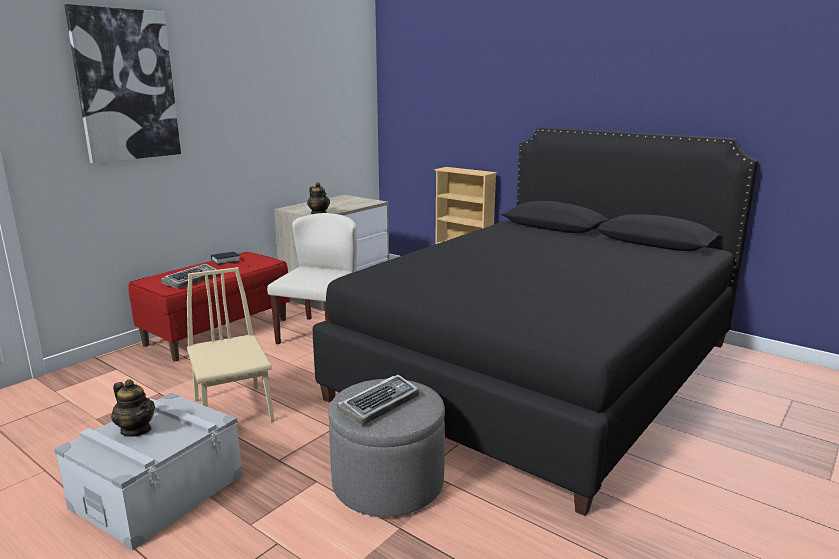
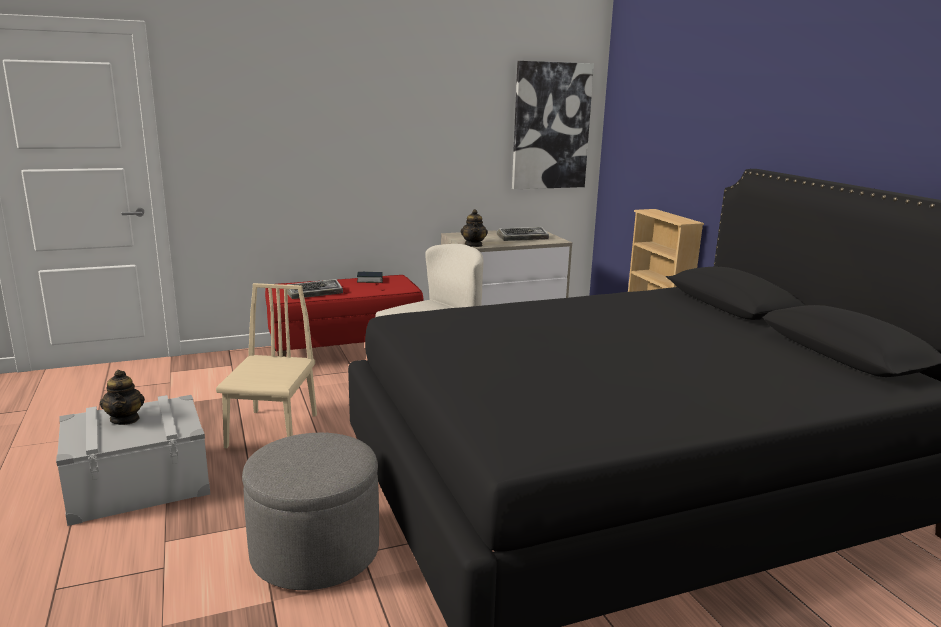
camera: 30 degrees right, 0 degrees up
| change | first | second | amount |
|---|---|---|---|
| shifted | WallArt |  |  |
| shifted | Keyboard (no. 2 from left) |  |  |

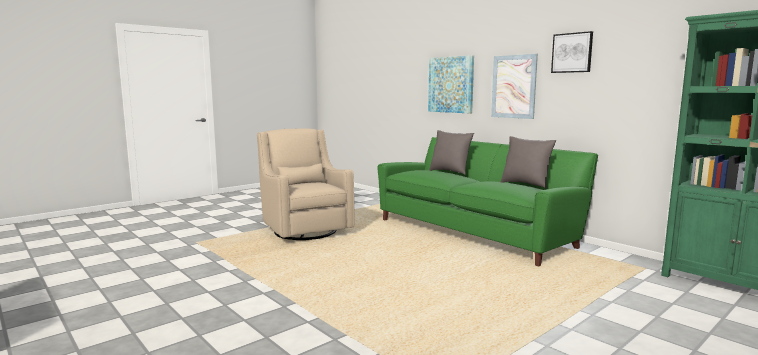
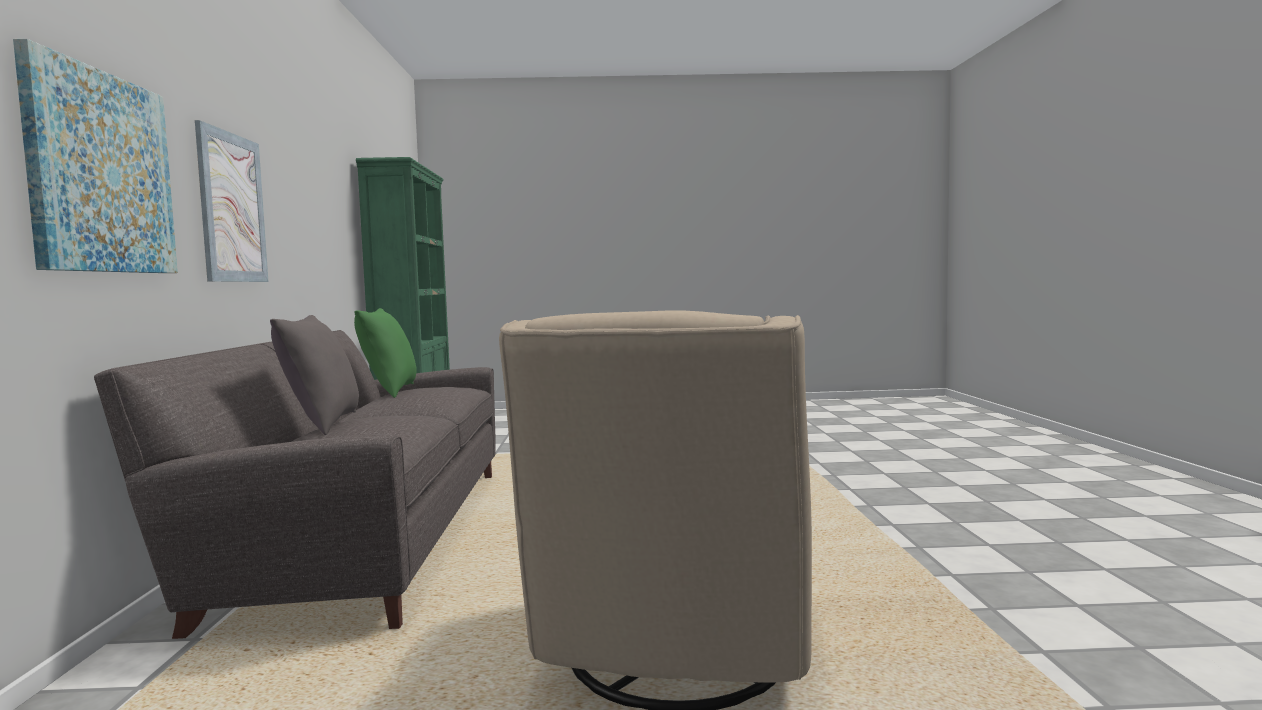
camera: 140 degrees left, 5 degrees down
| change | first | second | amount |
|---|---|---|---|
| gone | WallArt (no. 3 from left) |  |  |
| repainted | GreyCushion (no. 2 from left) | GreenishCushion |  |
| repainted | GreenishSofa | GreySofa |  |

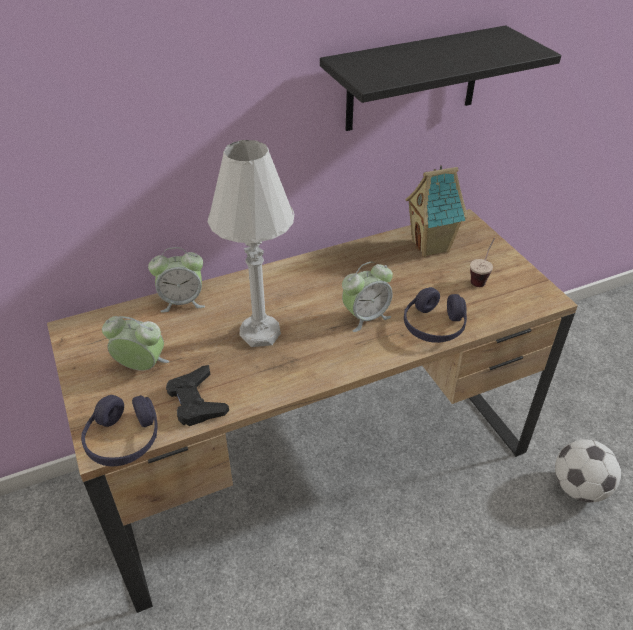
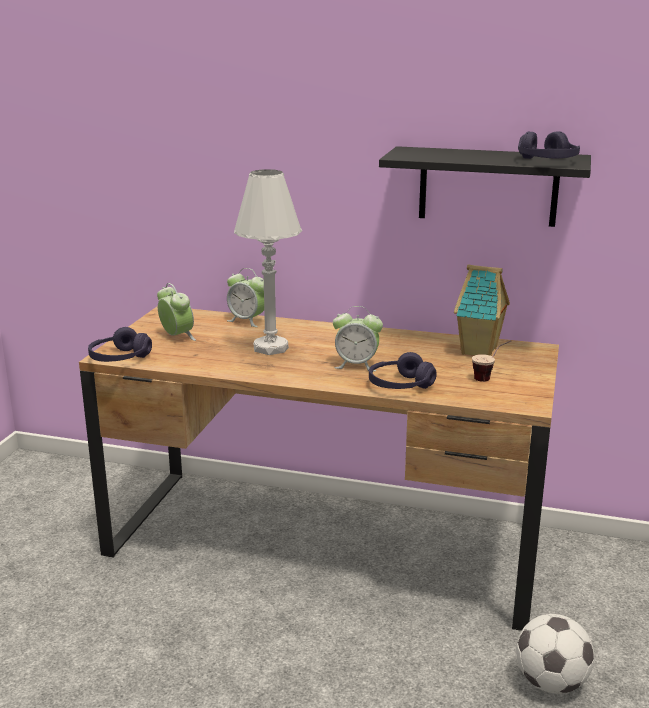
camera: 40 degrees right, 20 degrees down
| change | first | second | amount |
|---|---|---|---|
| gone | BlackColouredGamepad |  |  |
| new |  | PurplishHeadphones (no. 3 from left) |  |

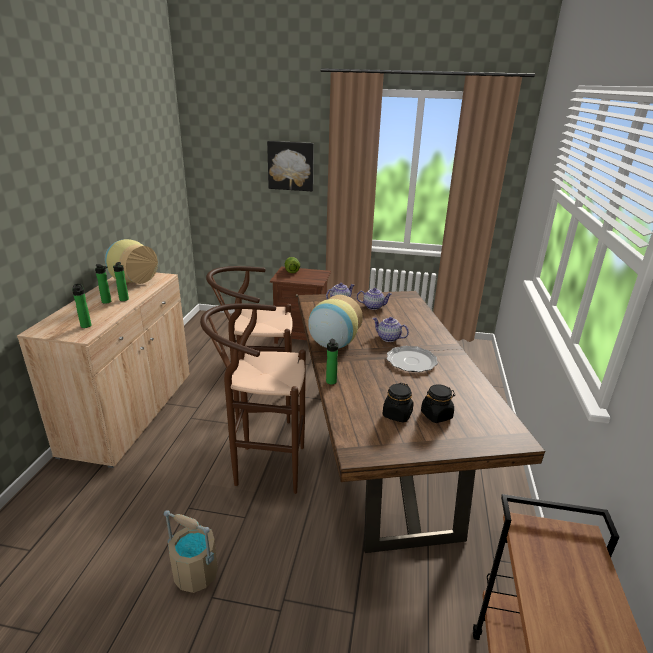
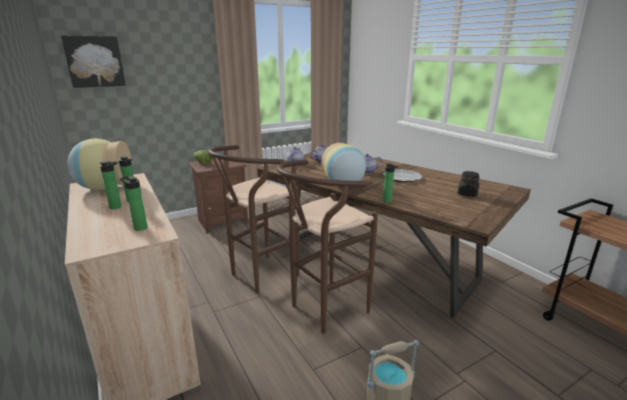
camera: 40 degrees left, 5 degrees down
| change | first | second | amount |
|---|---|---|---|
| shifted | WallArt |  |  |
| gone | BlackColouredJar (no. 1 from left) |  |  |

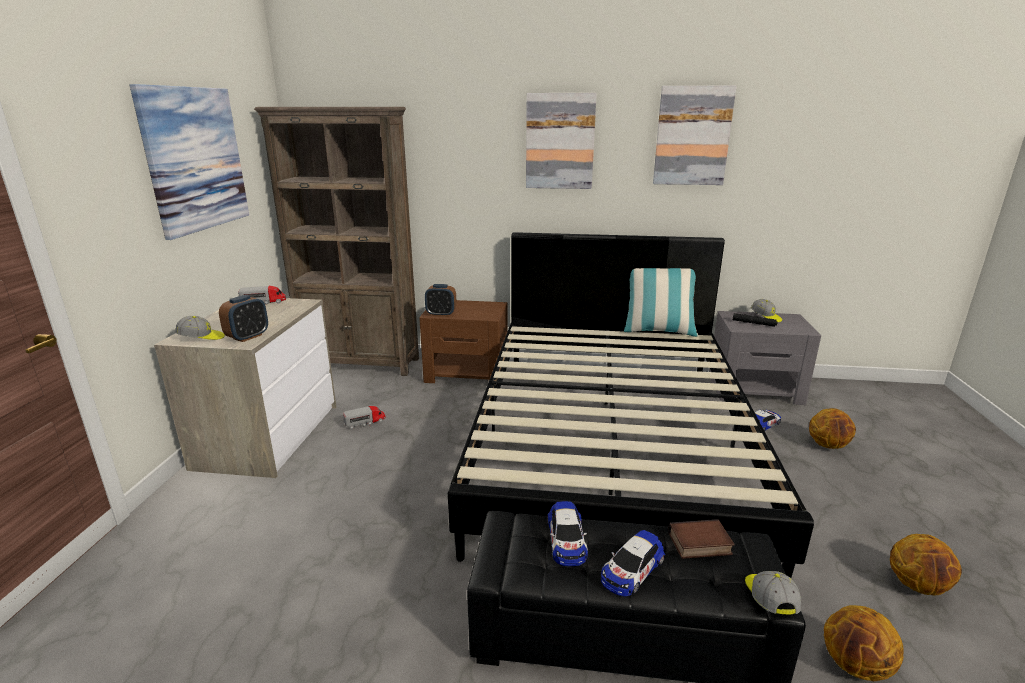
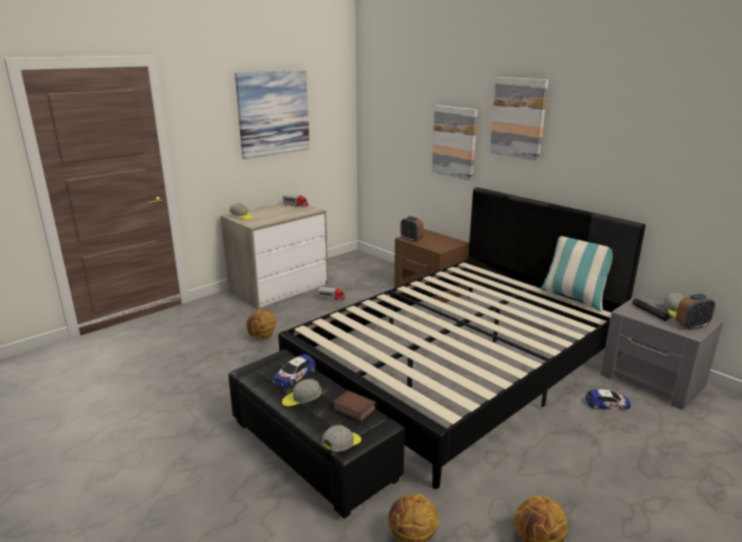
camera: 40 degrees right, 0 degrees up
| change | first | second | amount |
|---|---|---|---|
| shifted | WallArt (no. 3 from left in the first image) | WallArt (no. 2 from left) |  |
| gone | BrownishBookcase |  |  |
| shifted | TableClock (no. 1 from left in the first image) | TableClock (no. 2 from left) |  |
| shifted | Basketball (no. 1 from left) |  |  |
| swapped | ToyCar (no. 2 from left) | BaseballCap (no. 2 from left) |  |

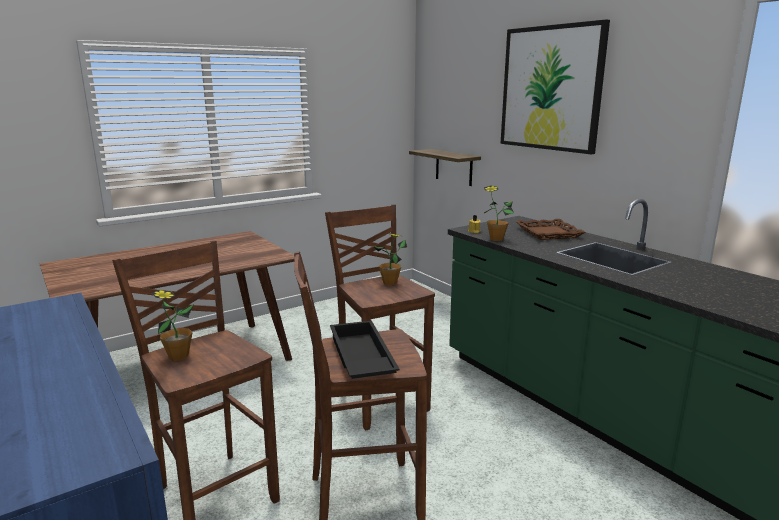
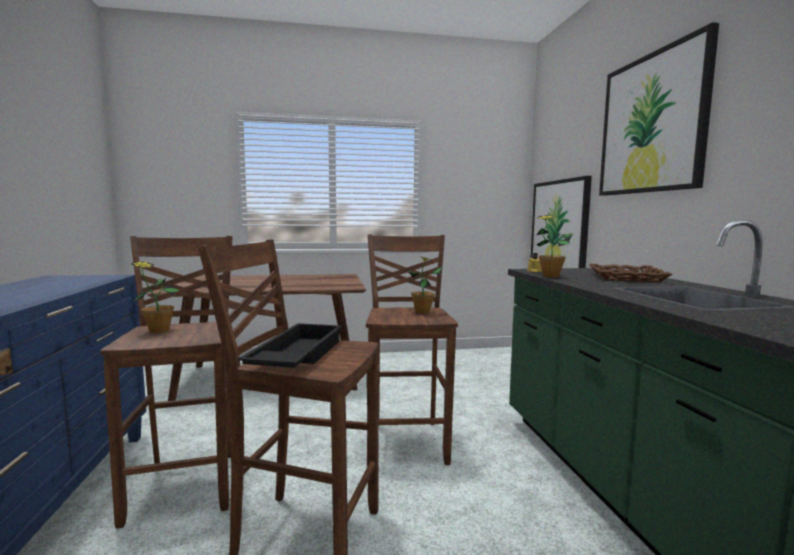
camera: 25 degrees right, 10 degrees down
| change | first | second | amount |
|---|---|---|---|
| swapped | BracketShelf | WallArt (no. 1 from left) |  |

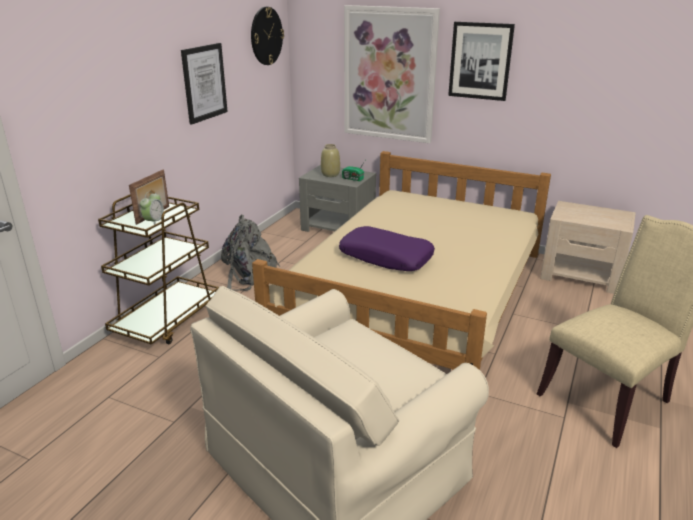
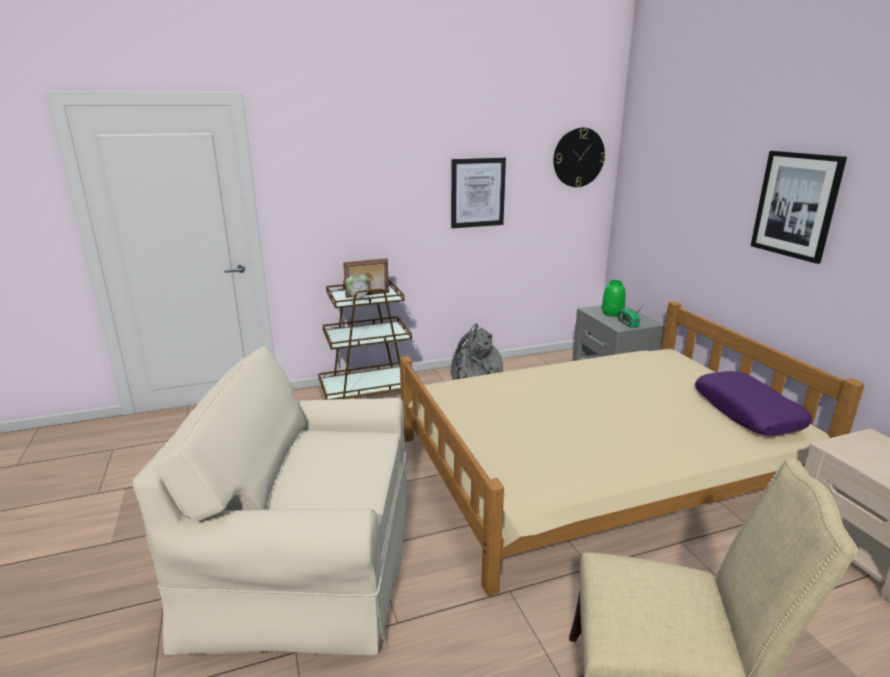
camera: 45 degrees right, 5 degrees down
| change | first | second | amount |
|---|---|---|---|
| gone | WallArt (no. 2 from left) |  |  |
| repainted | SandColouredVase | GreenishVase |  |
| shifted | PurplishCushion |  |  |

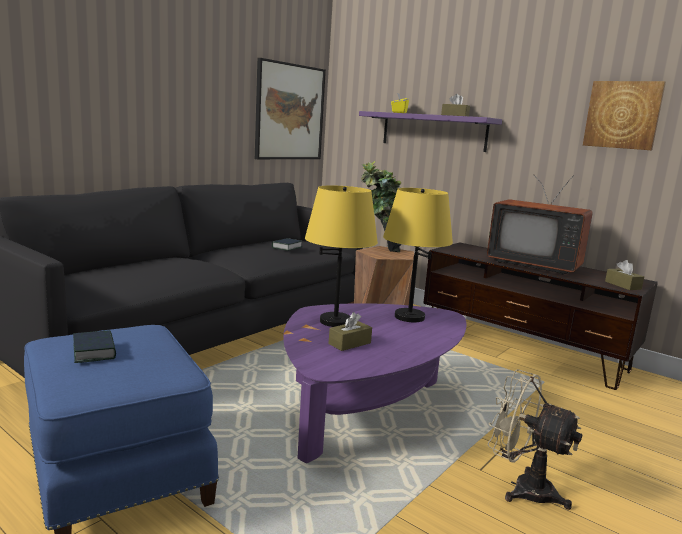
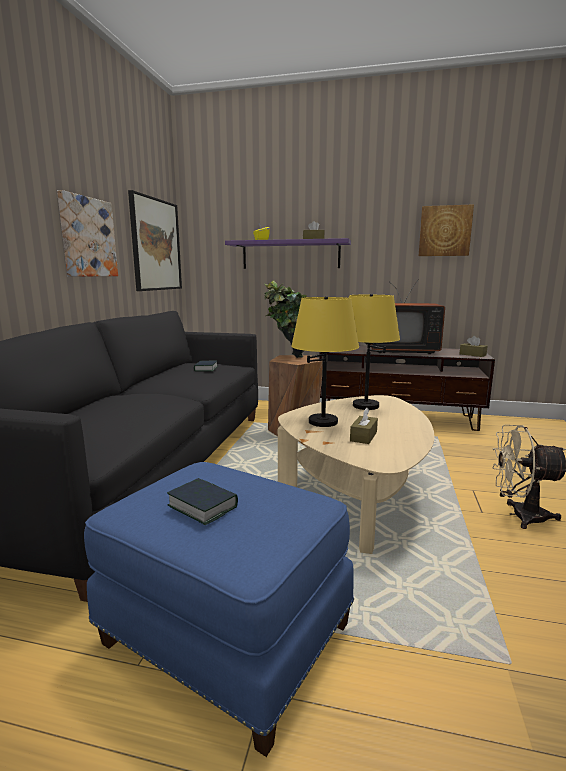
camera: 25 degrees left, 0 degrees up
| change | first | second | amount |
|---|---|---|---|
| repainted | PurplishCoffeeTable | SandColouredCoffeeTable |  |
| new |  | WallArt (no. 1 from left) |  |

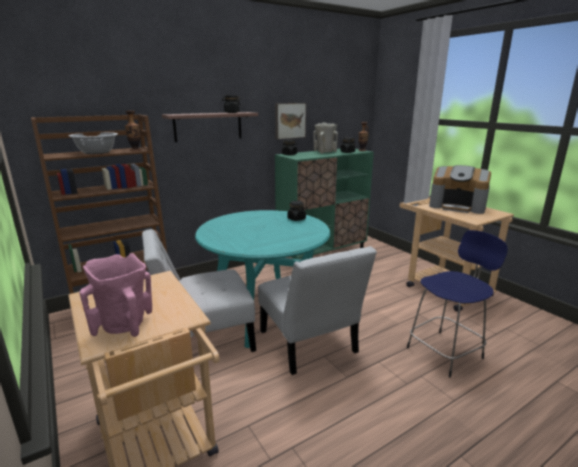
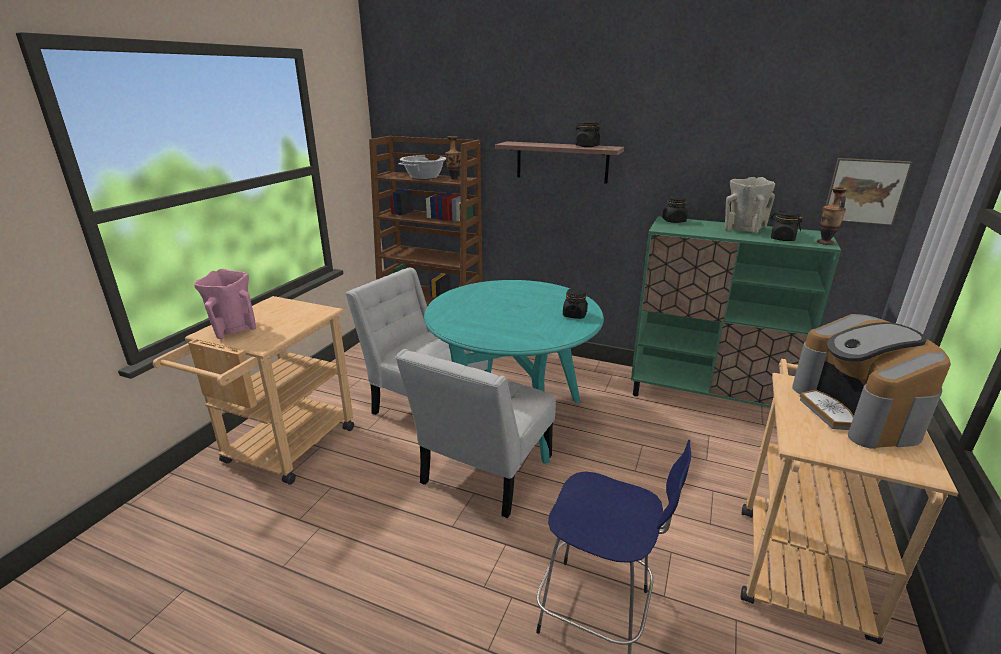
camera: 55 degrees right, 5 degrees up
| change | first | second | amount |
|---|---|---|---|
| shifted | WallArt |  |  |

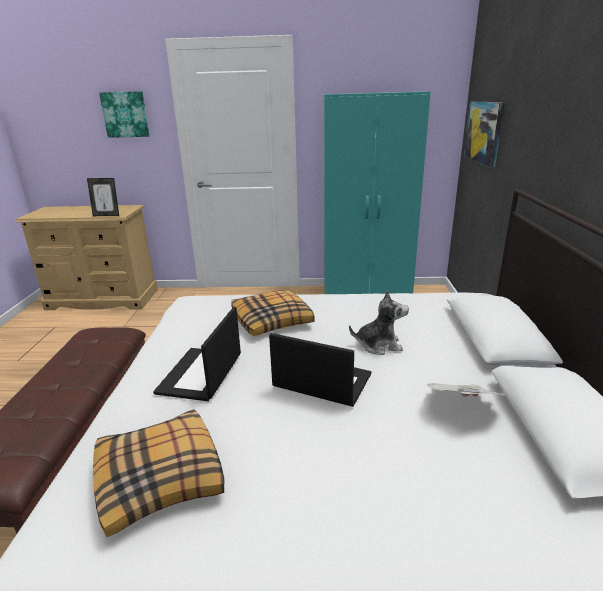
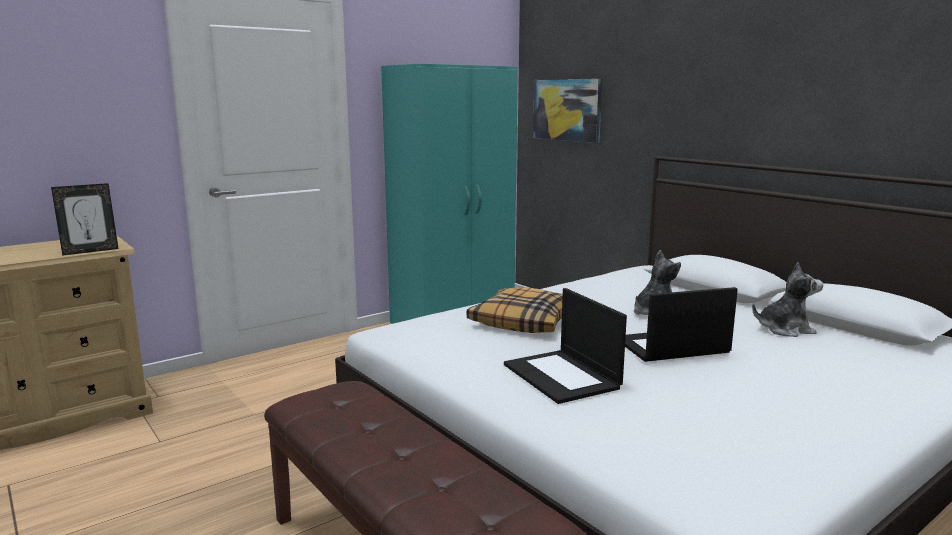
camera: 40 degrees left, 10 degrees down
| change | first | second | amount |
|---|---|---|---|
| gone | WallArt (no. 1 from left) |  |  |
| swapped | DailyPaper | PlushToy (no. 2 from left) |  |
| gone | Cushion (no. 1 from left) |  |  |

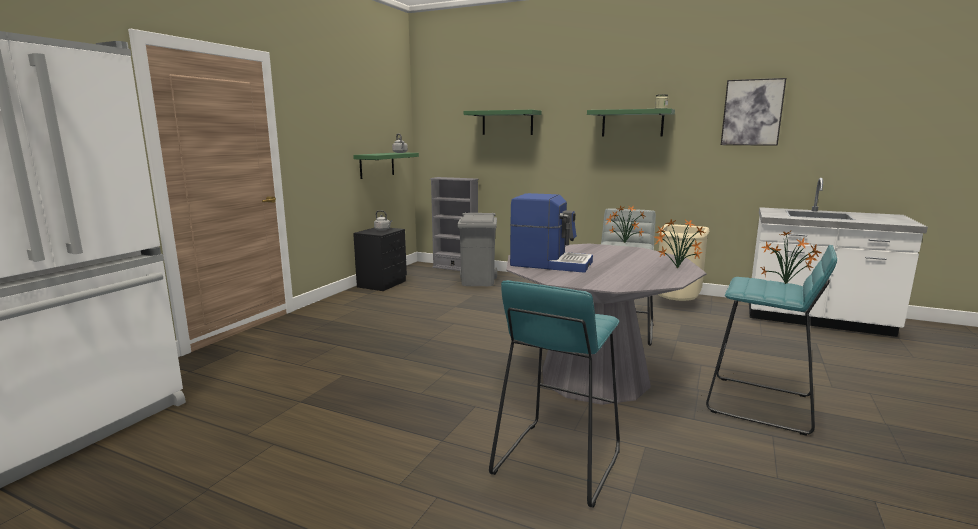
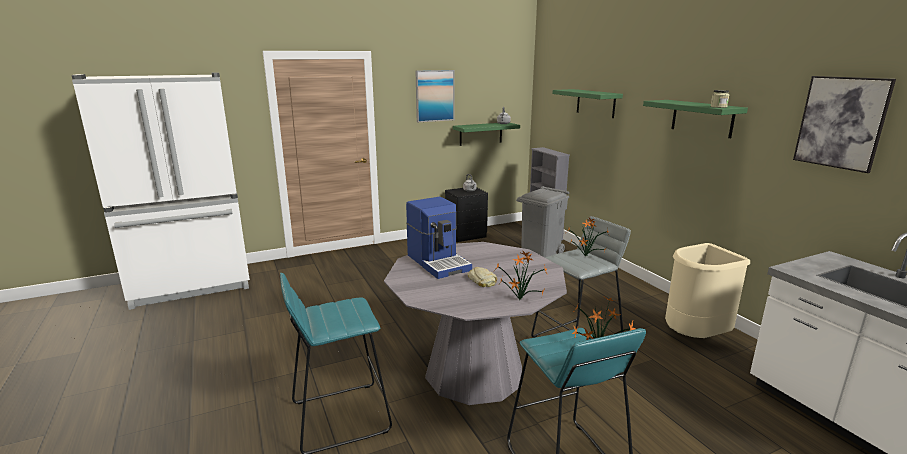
camera: 40 degrees right, 5 degrees up
| change | first | second | amount |
|---|---|---|---|
| new |  | WallArt (no. 1 from left) |  |
| new |  | BakedBread |  |

